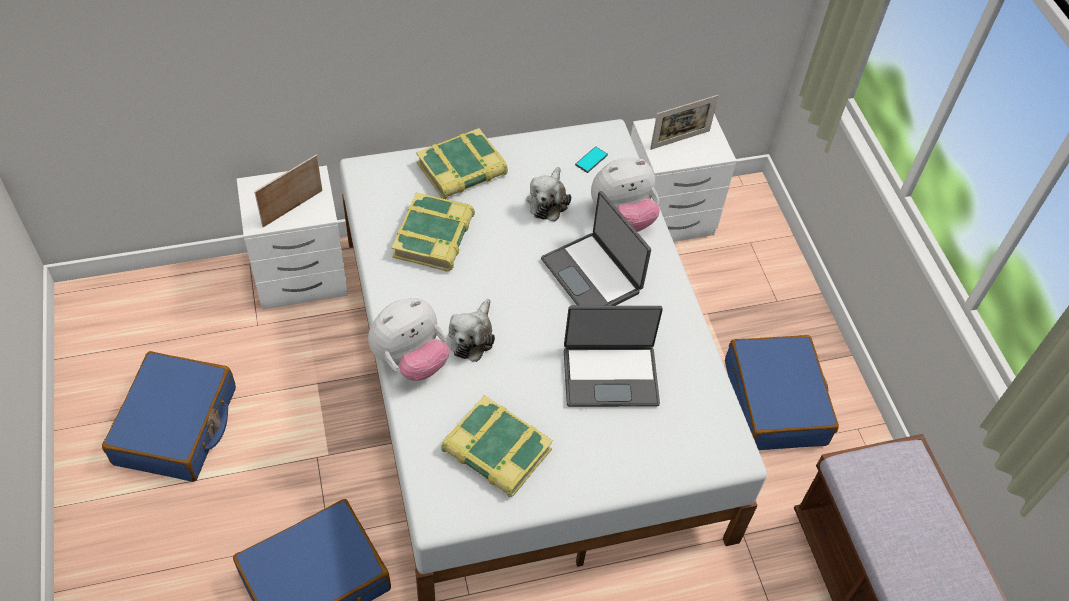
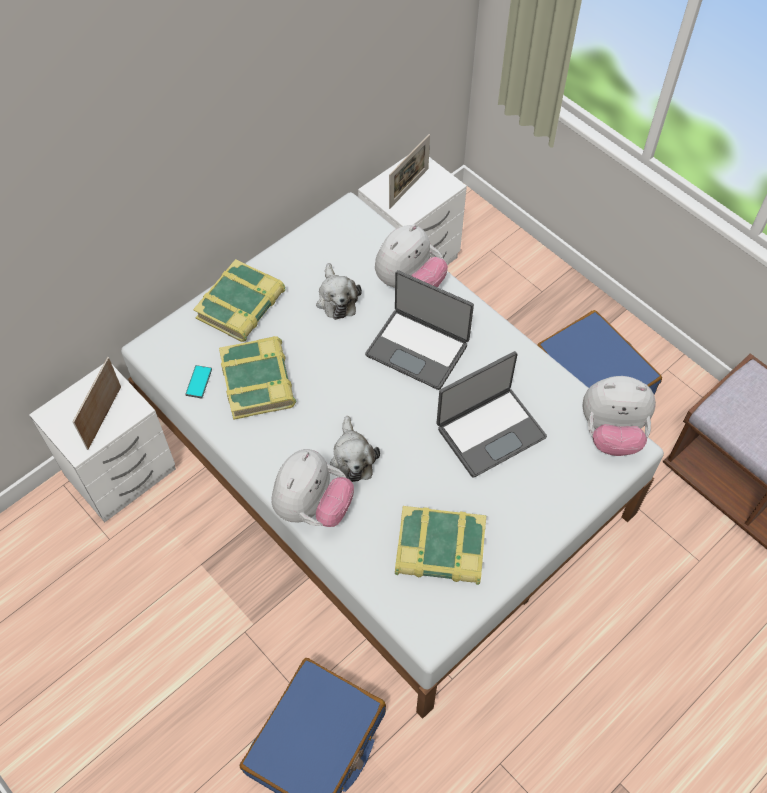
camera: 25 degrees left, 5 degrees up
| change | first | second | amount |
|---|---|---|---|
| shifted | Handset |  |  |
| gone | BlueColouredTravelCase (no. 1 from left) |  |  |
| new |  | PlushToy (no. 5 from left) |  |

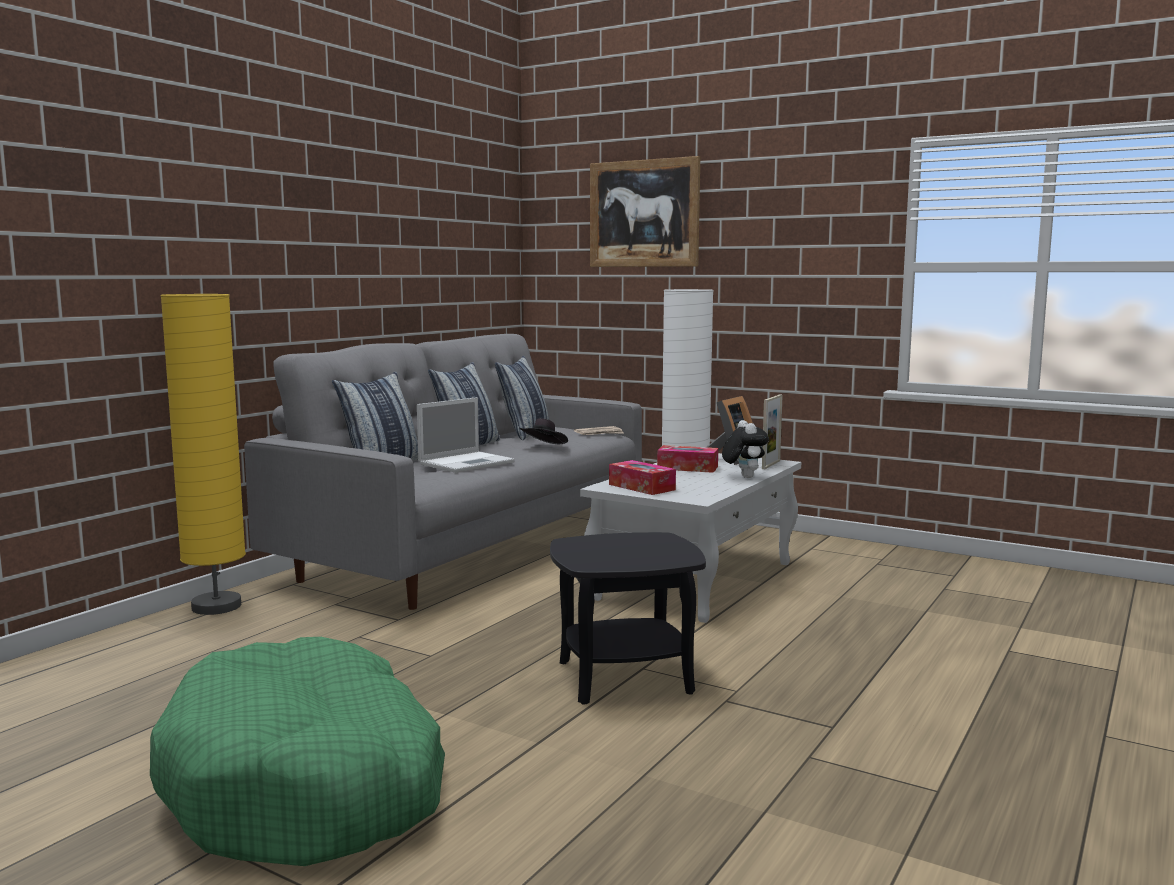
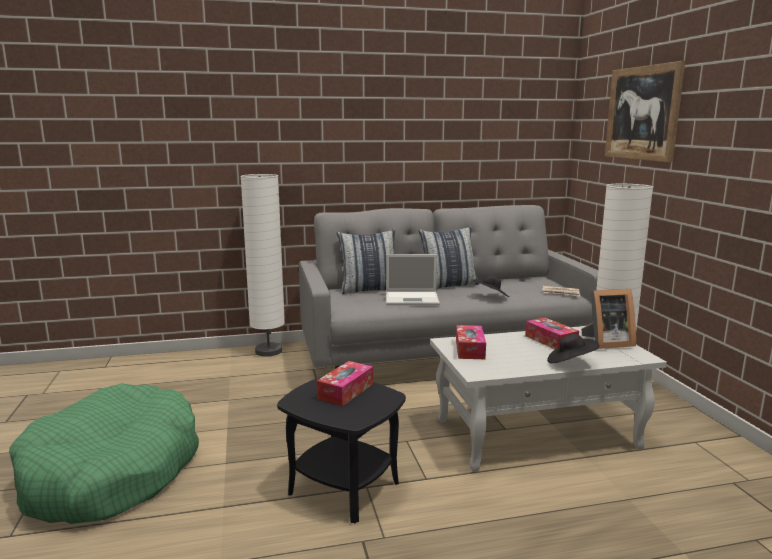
camera: 45 degrees right, 5 degrees up
| change | first | second | amount |
|---|---|---|---|
| repainted | YellowStandardLamp | WhiteColouredStandardLamp (no. 1 from left) |  |
| gone | Cushion (no. 3 from left) |  |  |
| gone | StandingFrame (no. 2 from left) |  |  |
| swapped | PlushToy | BlackColouredClothingHat (no. 2 from left) |  |
| new |  | TissueHolder (no. 1 from left) |  |

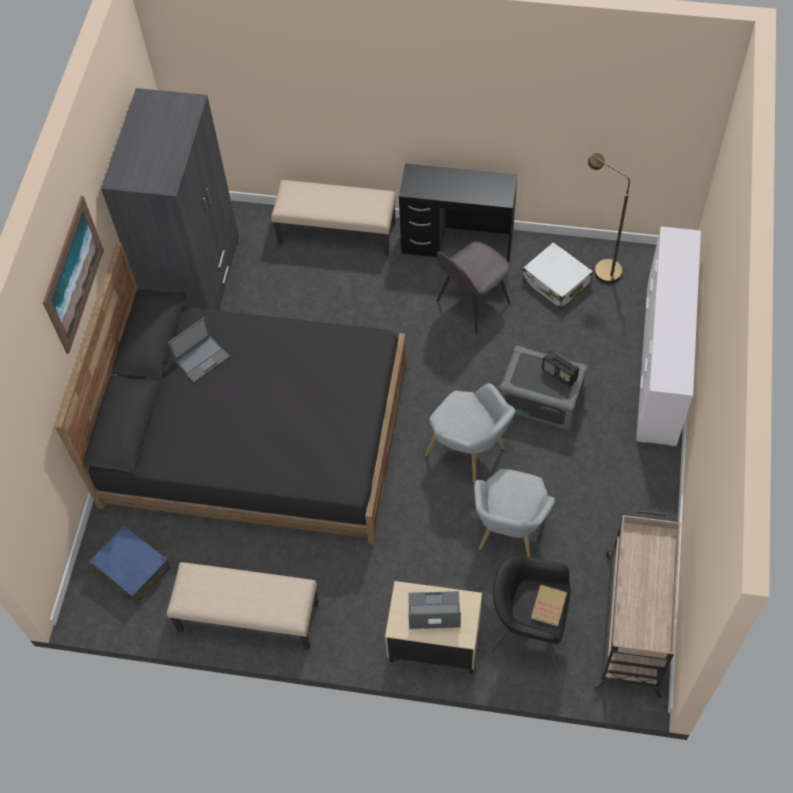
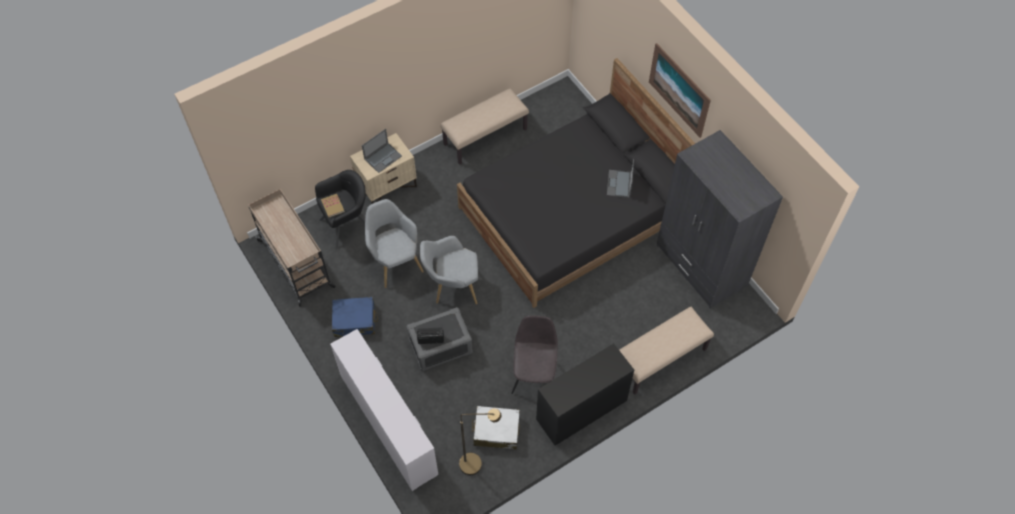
camera: 135 degrees right, 0 degrees up
| change | first | second | amount |
|---|---|---|---|
| shifted | BlueColouredTravelCase |  |  |

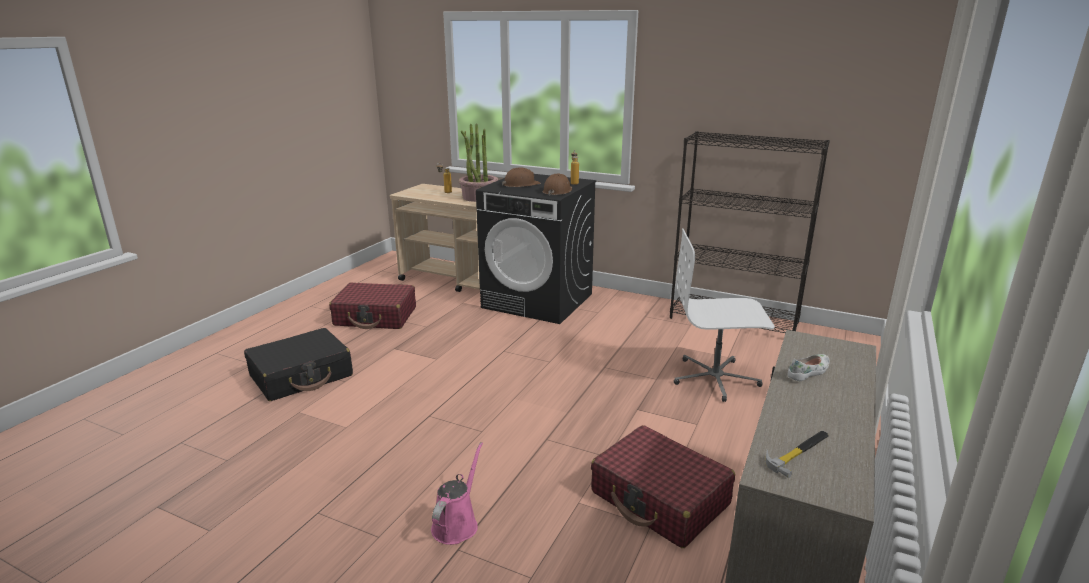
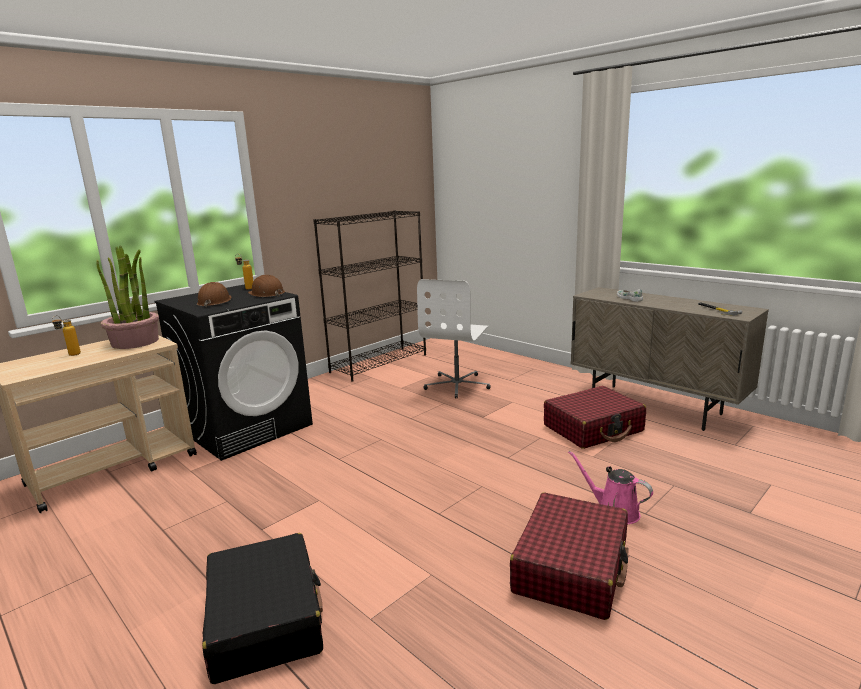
camera: 70 degrees left, 5 degrees down
| change | first | second | amount |
|---|---|---|---|
| shifted | ReddishTravelCase (no. 1 from left) |  |  |

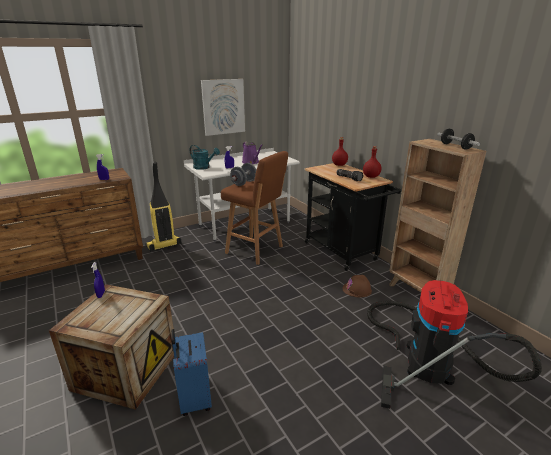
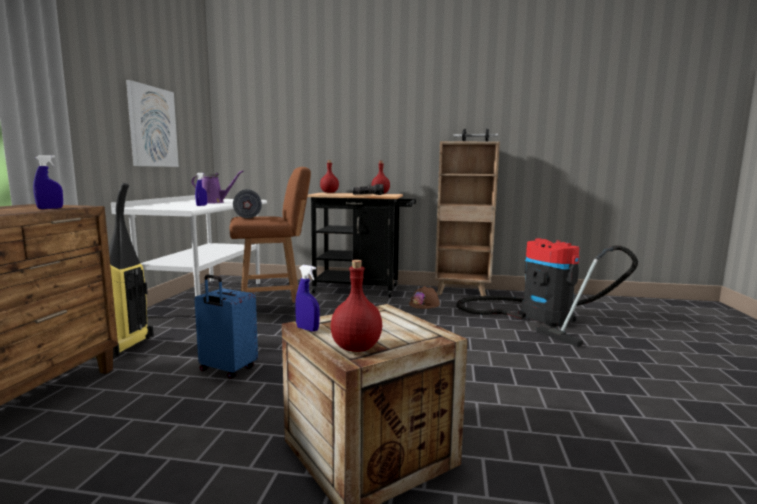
camera: 50 degrees left, 15 degrees down
| change | first | second | amount |
|---|---|---|---|
| gone | TurquoiseWateringCan |  |  |
| shifted | BlueColouredTravelCase |  |  |
| new |  | ReddishBeverageBottle (no. 2 from left) |  |

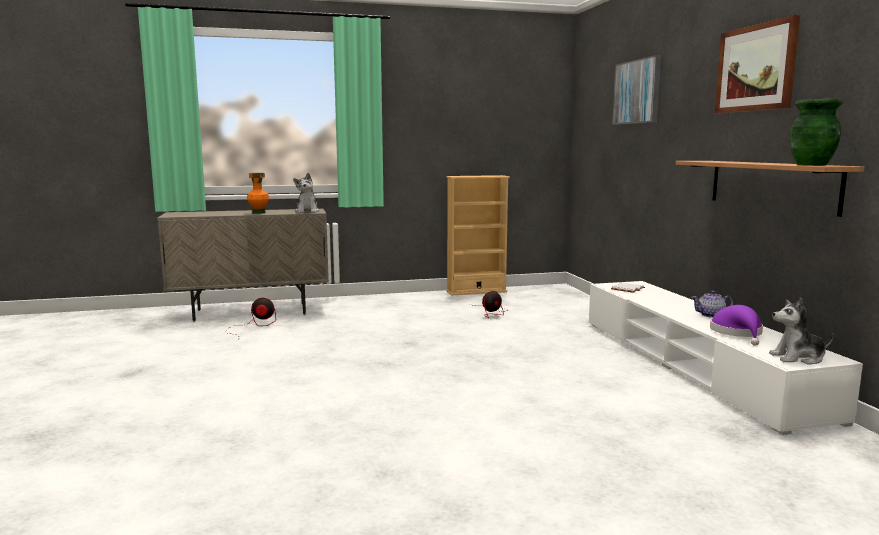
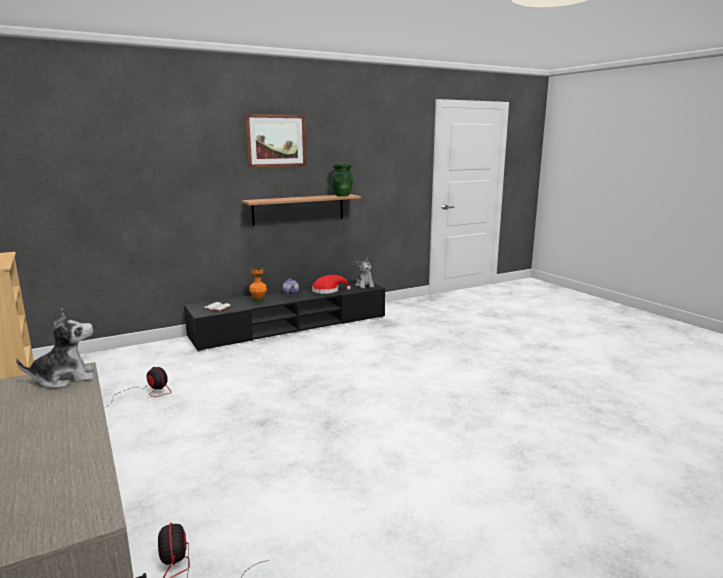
camera: 105 degrees left, 5 degrees up
| change | first | second | amount |
|---|---|---|---|
| gone | WallArt (no. 1 from left) |  |  |
| shifted | OrangeyVase |  |  |
| repainted | WhiteColouredTvStand | BlackColouredTvStand |  |
| repainted | PurplishClothingHat | ReddishClothingHat |  |

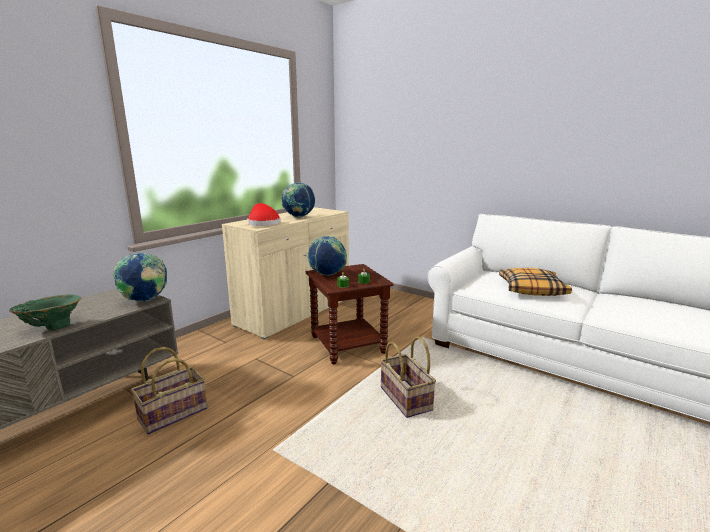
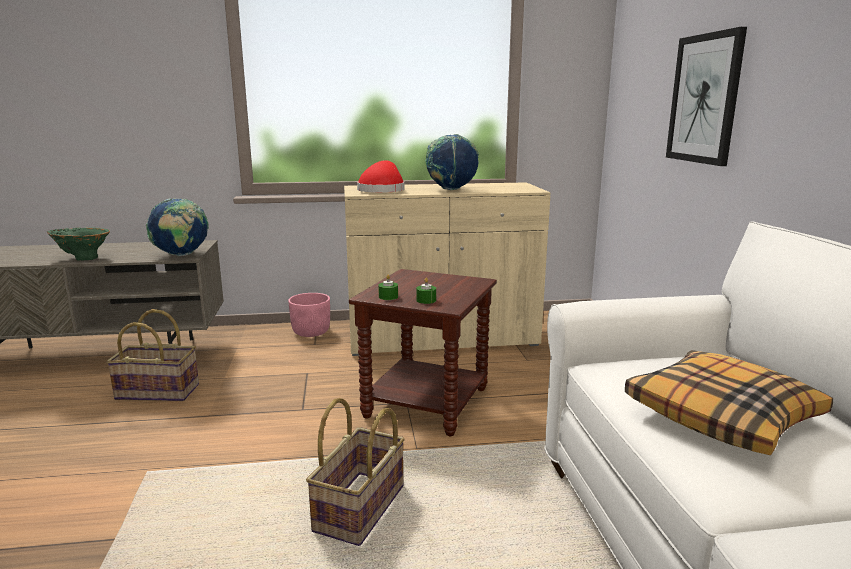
camera: 45 degrees right, 0 degrees up
| change | first | second | amount |
|---|---|---|---|
| gone | Globe (no. 3 from left) |  |  |
| new |  | WallArt |  |
| new |  | PinkishPlanter |  |

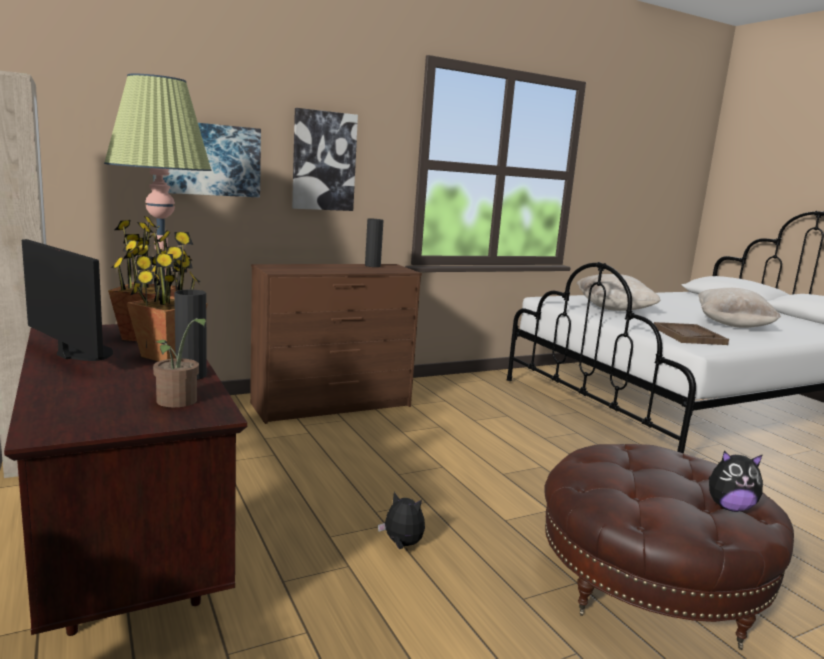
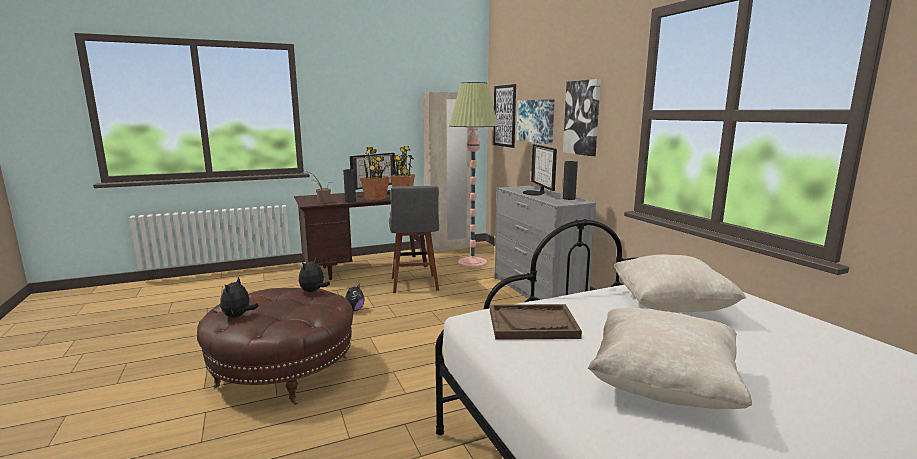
camera: 95 degrees right, 0 degrees up
| change | first | second | amount |
|---|---|---|---|
| repainted | BrownishDrawerChest | GreyDrawerChest |  |
| new |  | WallArt (no. 1 from left) |  |
| new |  | ComputerDisplay (no. 2 from left) |  |
| new |  | GreyStool |  |
| new |  | PlushToy (no. 2 from left) |  |

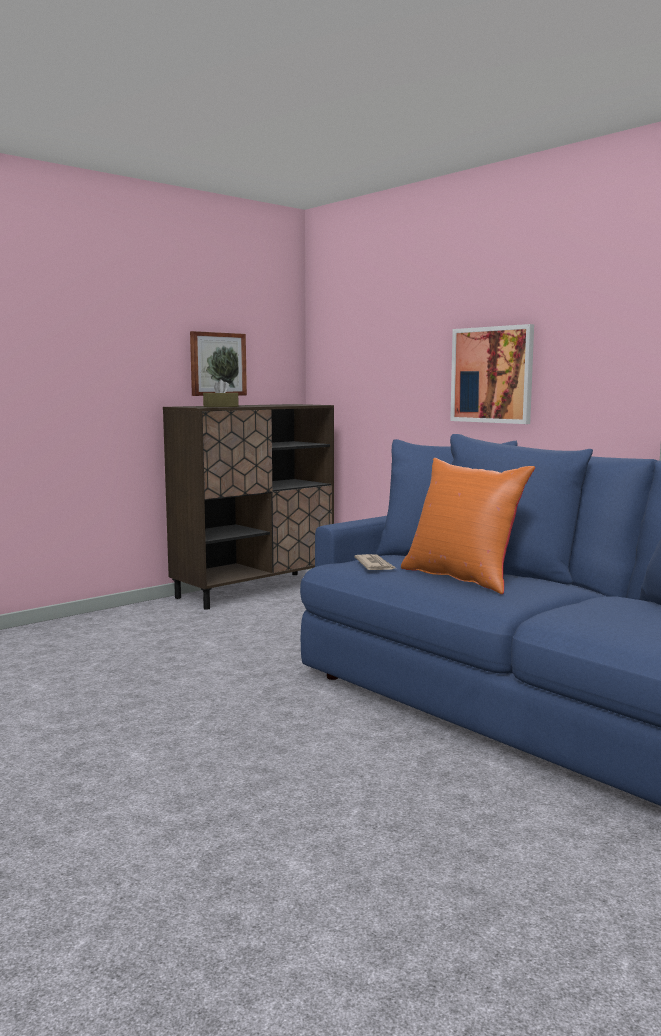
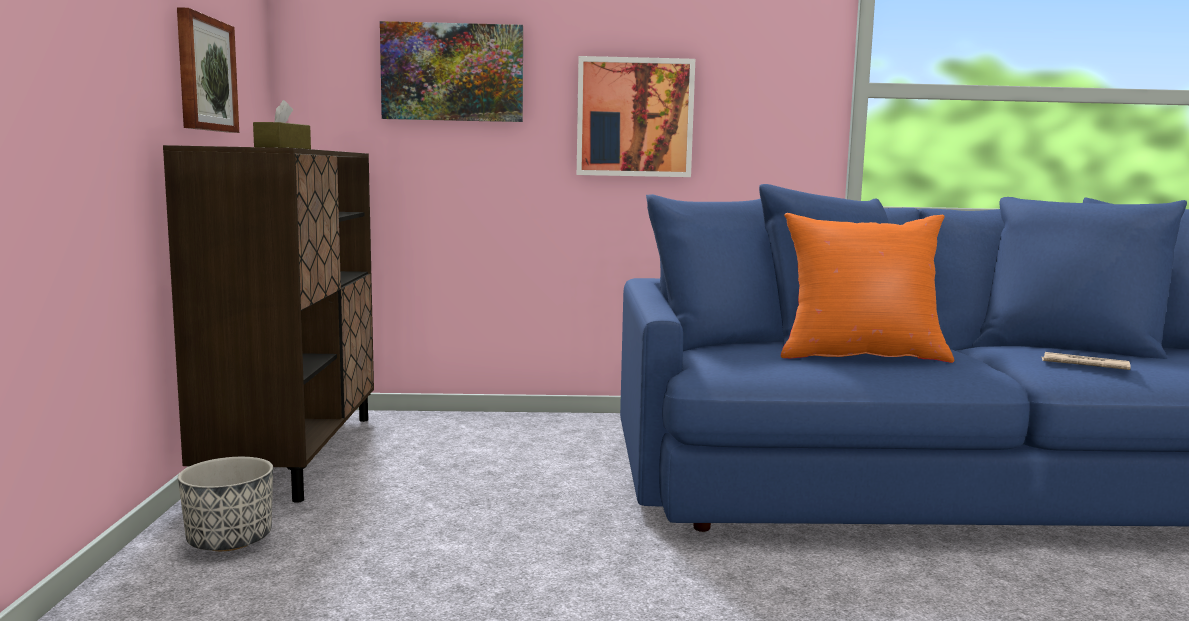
camera: 50 degrees left, 0 degrees up
| change | first | second | amount |
|---|---|---|---|
| shifted | DailyPaper |  |  |
| new |  | WallArt (no. 2 from left) |  |
| new |  | Planter |  |

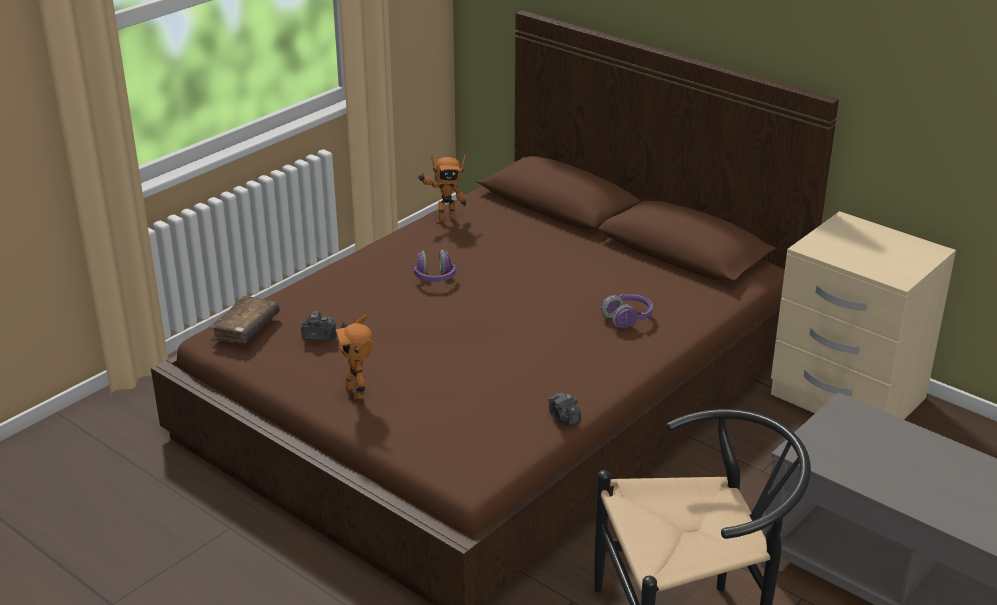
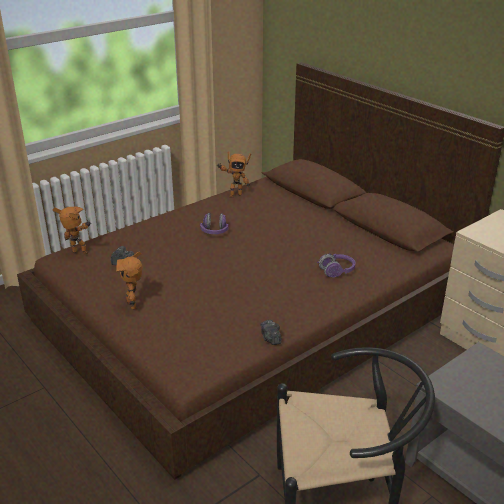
camera: 10 degrees right, 0 degrees up
| change | first | second | amount |
|---|---|---|---|
| swapped | BrownishBook | ModelRobot (no. 1 from left) |  |

